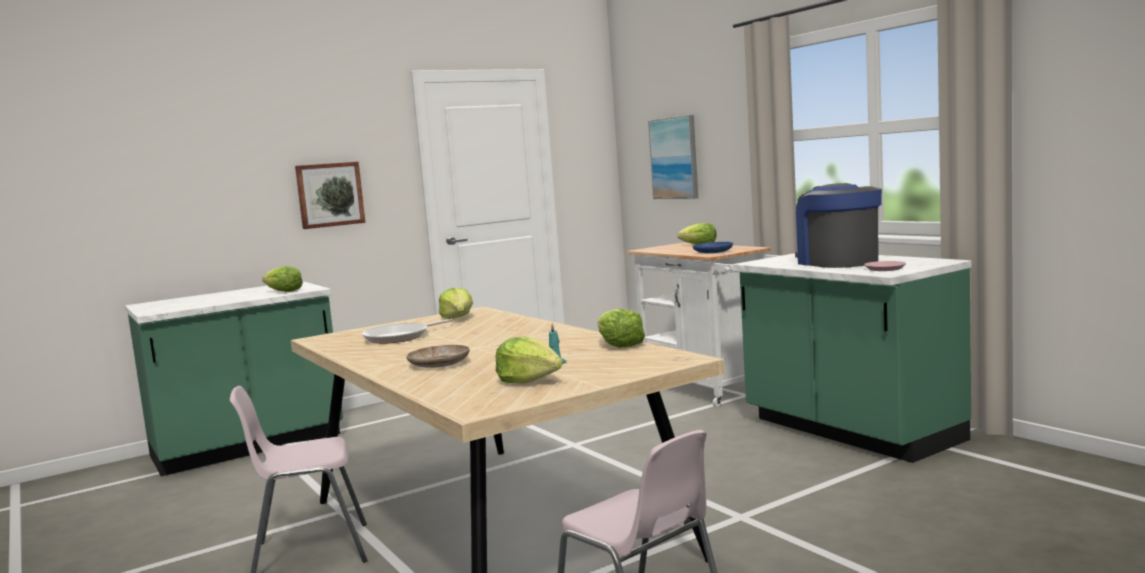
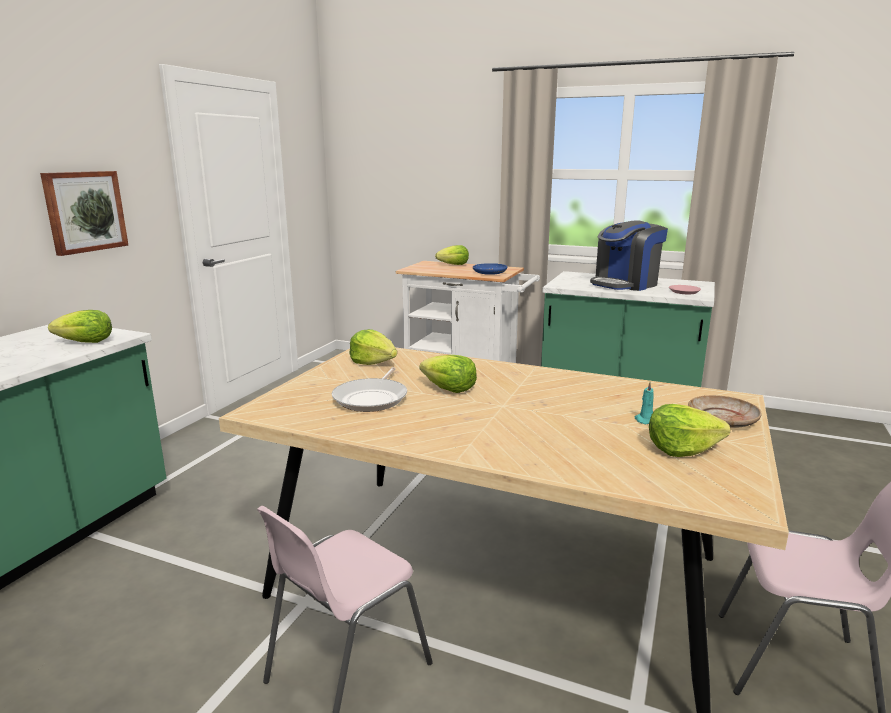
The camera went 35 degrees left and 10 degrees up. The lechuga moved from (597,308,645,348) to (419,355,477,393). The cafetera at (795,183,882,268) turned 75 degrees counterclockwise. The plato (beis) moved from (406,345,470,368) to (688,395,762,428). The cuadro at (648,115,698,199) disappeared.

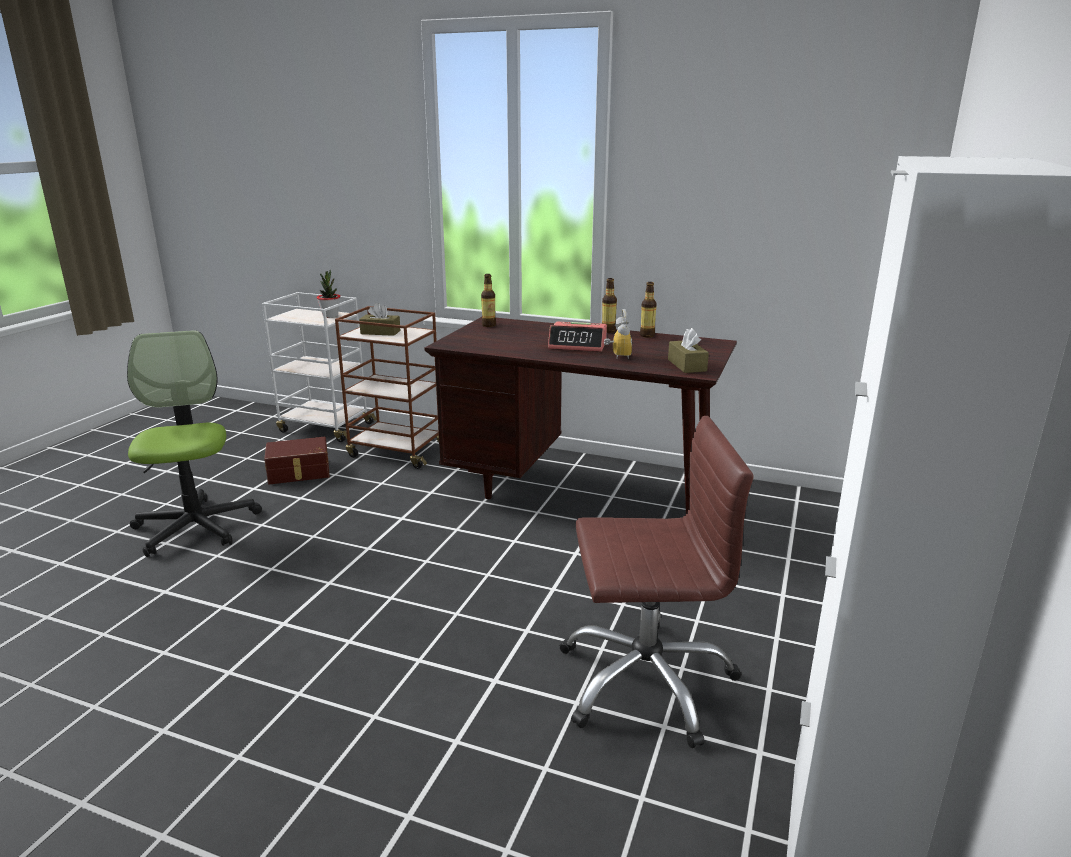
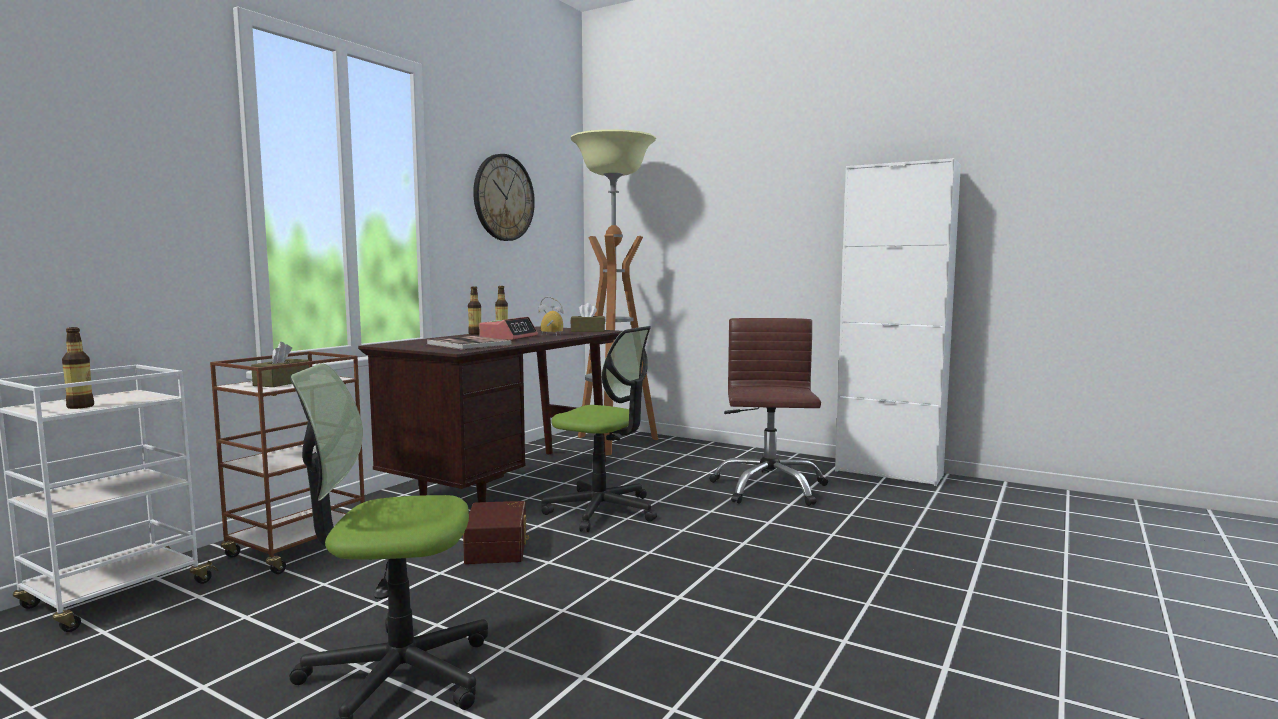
The camera went 80 degrees left and 15 degrees down. The botella moved from (481,274,496,327) to (62,327,94,409). The libro at (427,336,512,350) appeared. The caja de almacenaje (marrón) moved from (264,437,330,484) to (463,501,529,564). The reloj de pared at (473,154,535,241) appeared. The silla de oficina at (541,326,657,532) appeared. The lámpara de pie at (571,129,658,455) appeared. The planta en maceta at (317,270,340,318) disappeared.

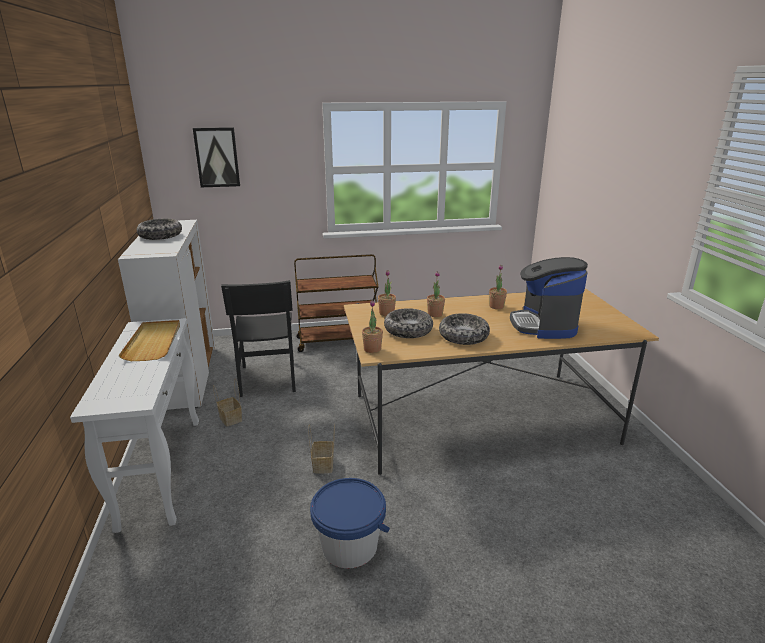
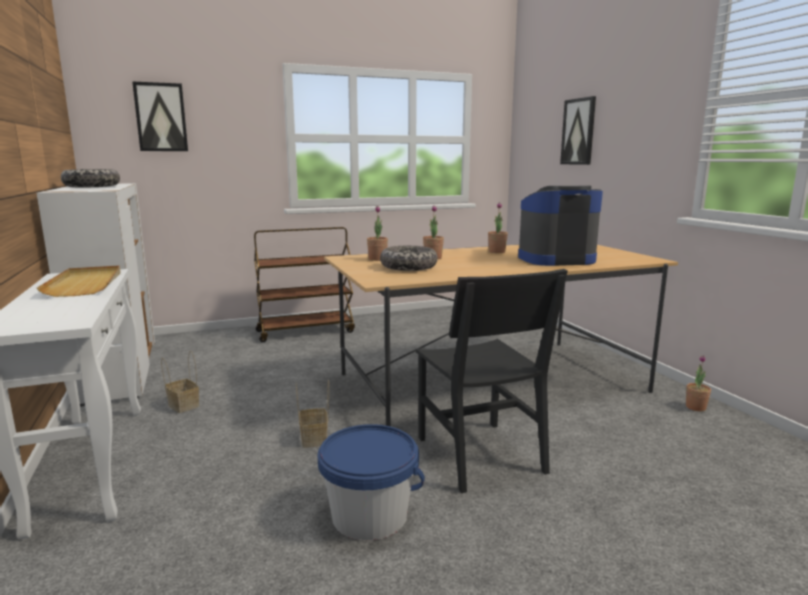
The camera went 10 degrees left and 10 degrees down. The silla (negro) moved from (221,280,296,397) to (416,269,568,493). The cafetera at (510,257,588,339) turned 90 degrees clockwise. The cuadro at (560,96,596,165) appeared. The planta en maceta moved from (362,300,383,353) to (686,355,711,411). The cuenco at (439,313,490,345) disappeared.

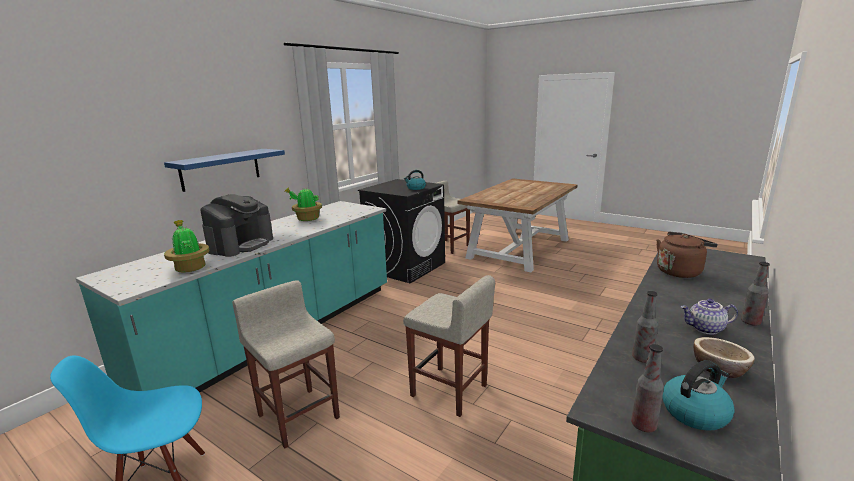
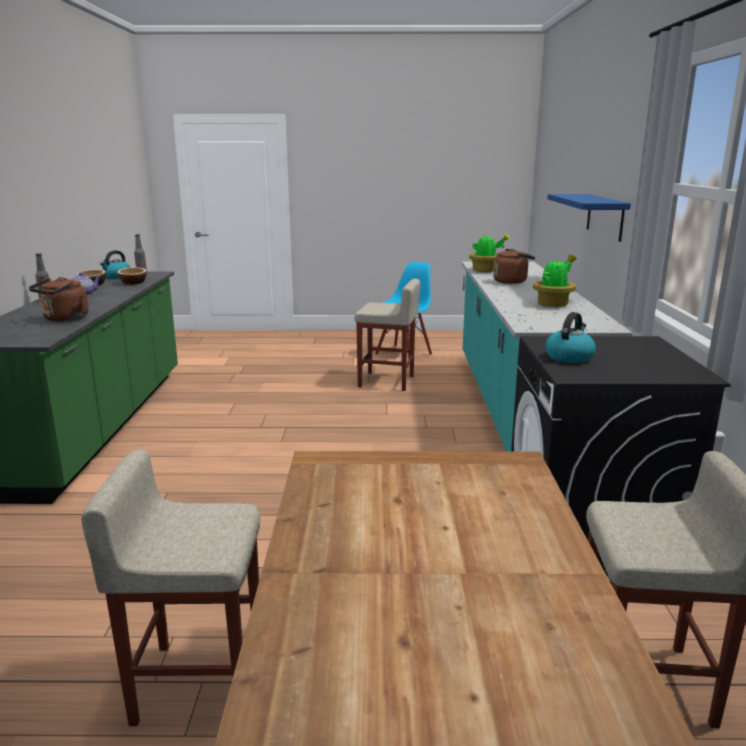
The camera went 145 degrees right and 0 degrees up. The taburete (beis) moved from (403,275,495,417) to (81,450,260,726). The botella at (632,291,658,363) was replaced by the cuenco at (117,267,147,285). The cafetera at (200,194,273,257) was replaced by the hervidor (marrón) at (493,249,535,284).

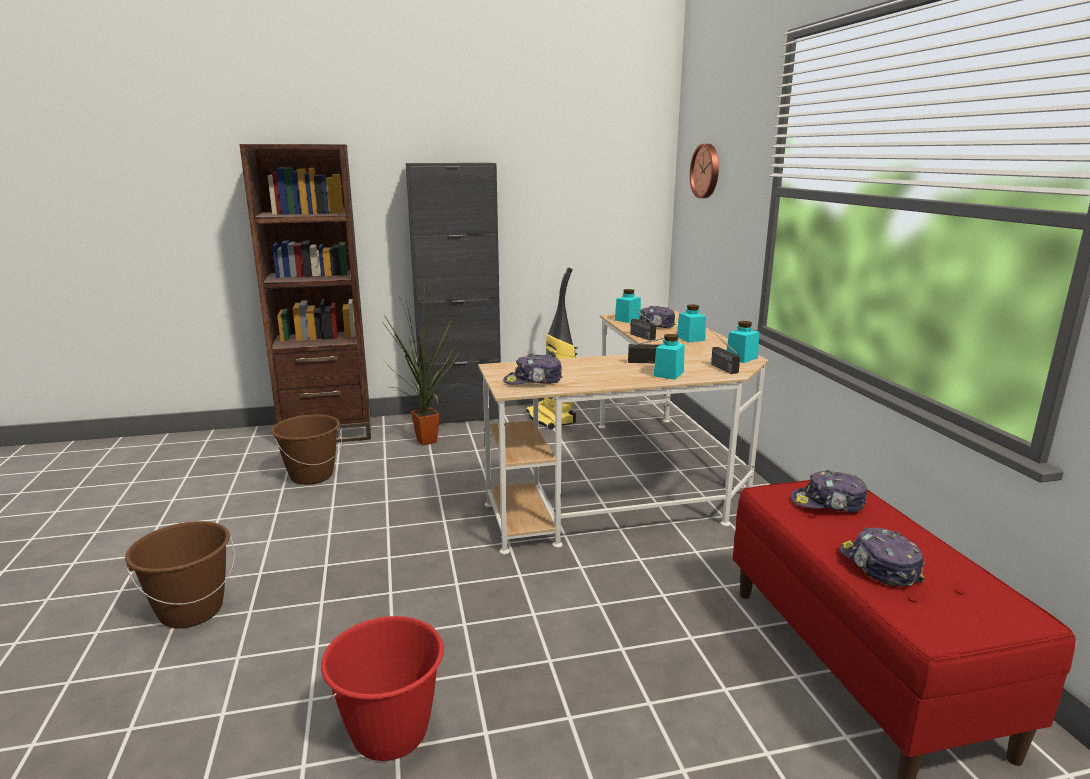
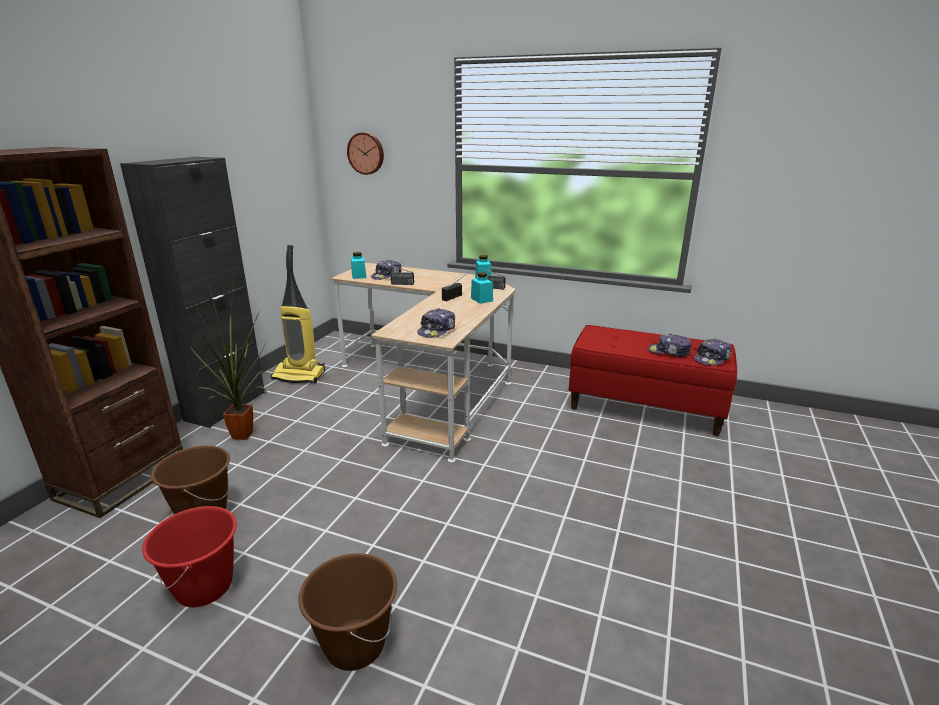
The camera went 55 degrees left and 5 degrees up. The cubo (rojo) moved from (321,616,444,761) to (142,506,237,607). The gorra moved from (791,470,867,512) to (694,338,732,366). The tarro (turquesa) at (677,305,706,342) disappeared.

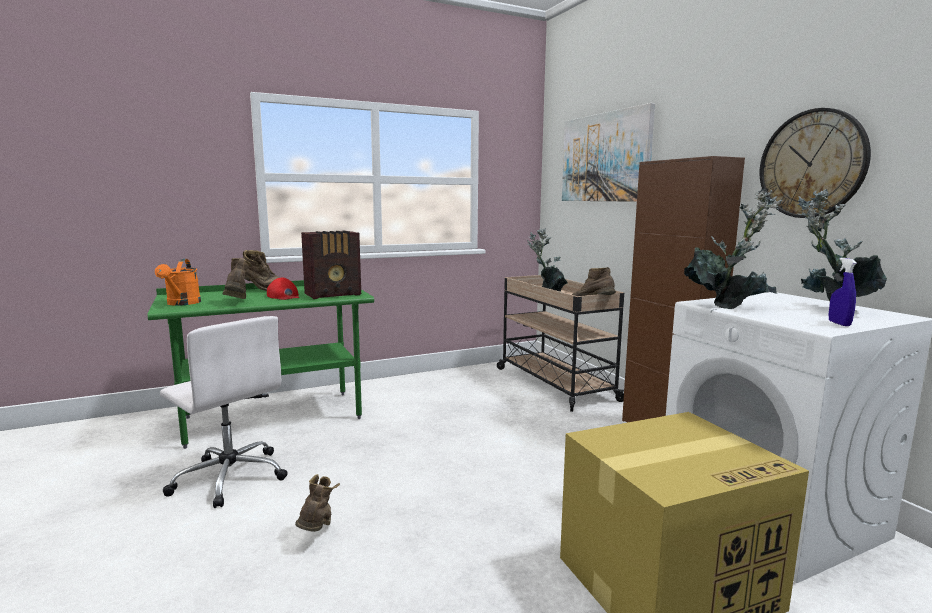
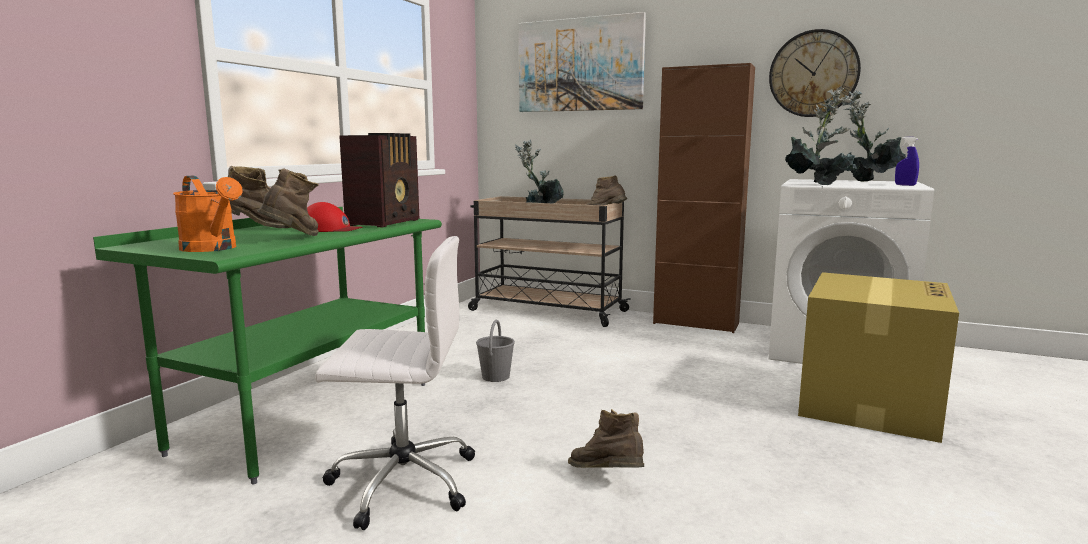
The camera went 40 degrees left and 0 degrees up. The bota (marrón) at (223,258,253,299) turned 75 degrees clockwise. The cubo (gris) at (476,319,515,382) appeared.

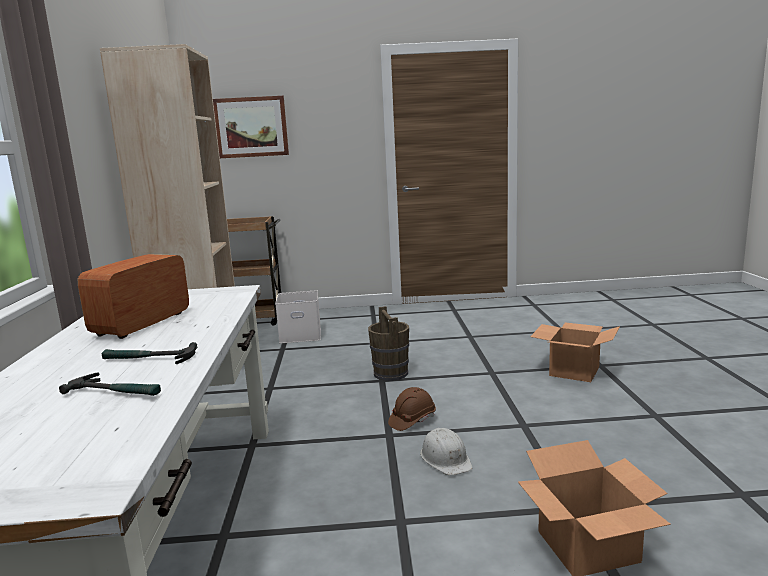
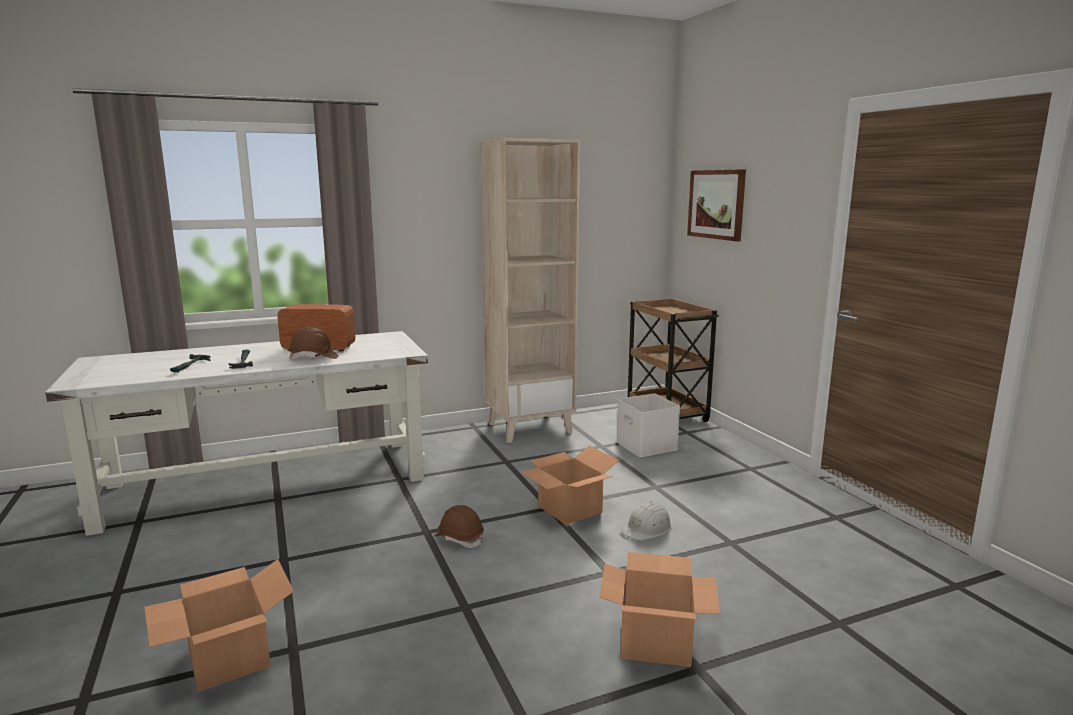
The camera went 70 degrees right and 0 degrees up. The casco (marrón) at (289,327,338,360) appeared. The cubo (marrón) at (368,306,409,381) was replaced by the caja de cartón at (520,445,619,525). The casco (blanco) moved from (420,428,472,475) to (621,501,672,541).

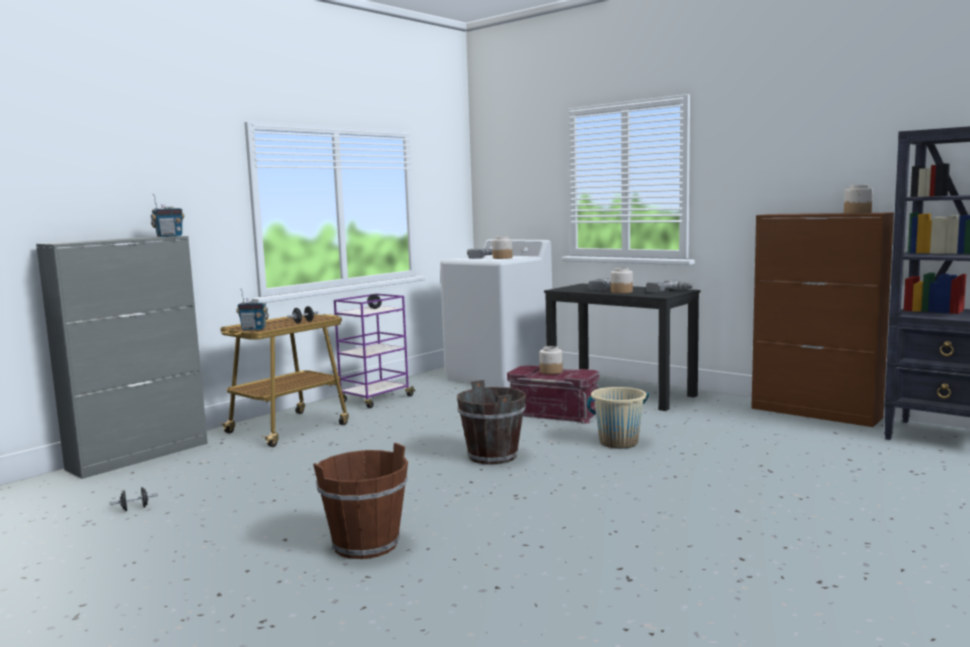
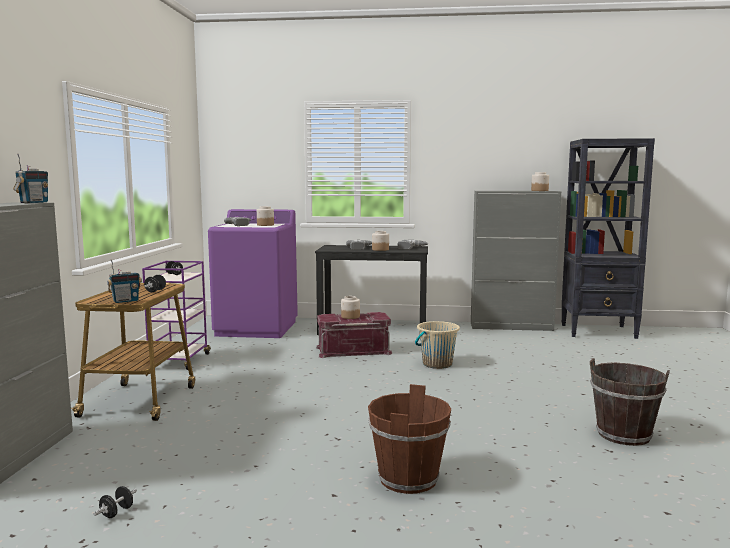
The camera went 35 degrees left and 0 degrees up. The lavadora (blanco) at (440,239,552,388) became the lavadora (morado) at (208,209,298,338). The armario (marrón) at (751,213,894,427) became the armario (gris) at (471,191,561,331). The cubo (marrón) moved from (457,380,526,465) to (590,358,670,446).

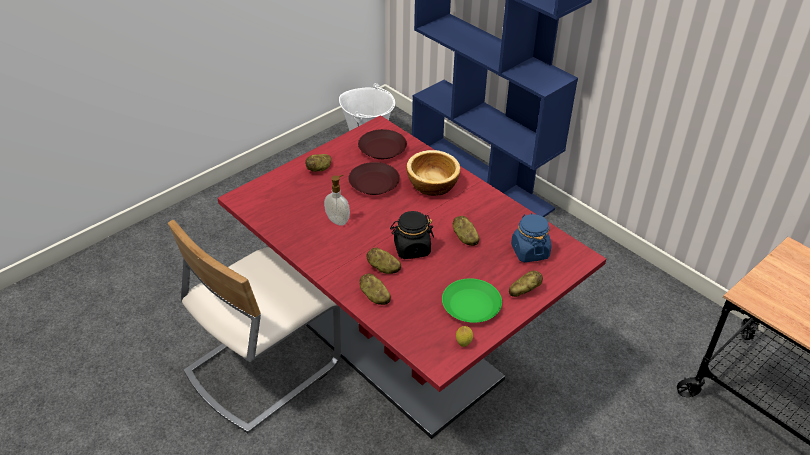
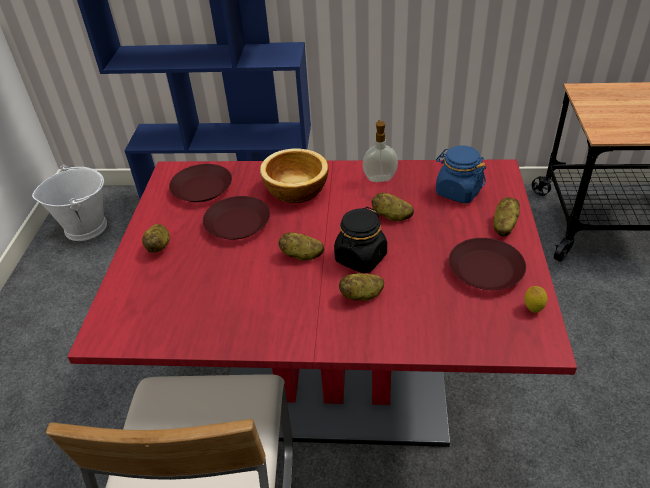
The camera went 40 degrees left and 0 degrees up. The patata moved from (359,273,391,305) to (279,232,324,261). The dispensador de jabón moved from (324,175,350,226) to (362,120,398,182). The plato (verde) at (442,278,502,323) became the plato (marrón) at (449,238,526,290).

